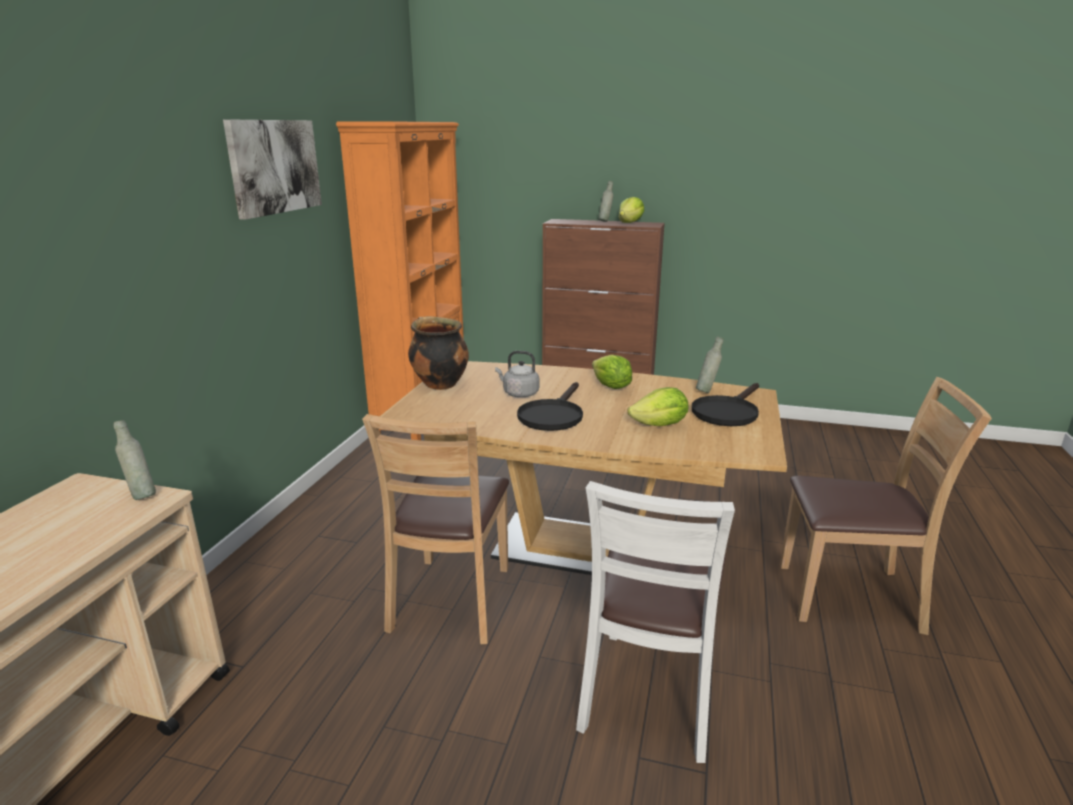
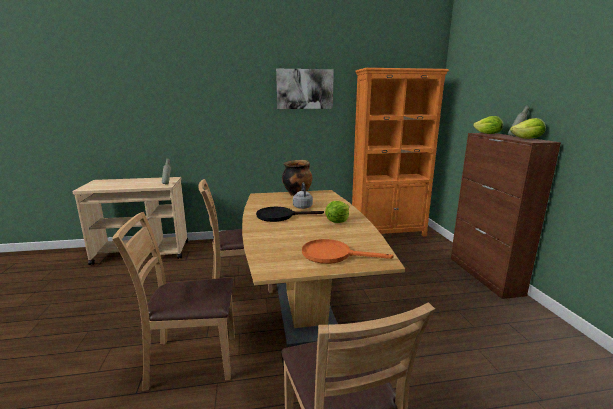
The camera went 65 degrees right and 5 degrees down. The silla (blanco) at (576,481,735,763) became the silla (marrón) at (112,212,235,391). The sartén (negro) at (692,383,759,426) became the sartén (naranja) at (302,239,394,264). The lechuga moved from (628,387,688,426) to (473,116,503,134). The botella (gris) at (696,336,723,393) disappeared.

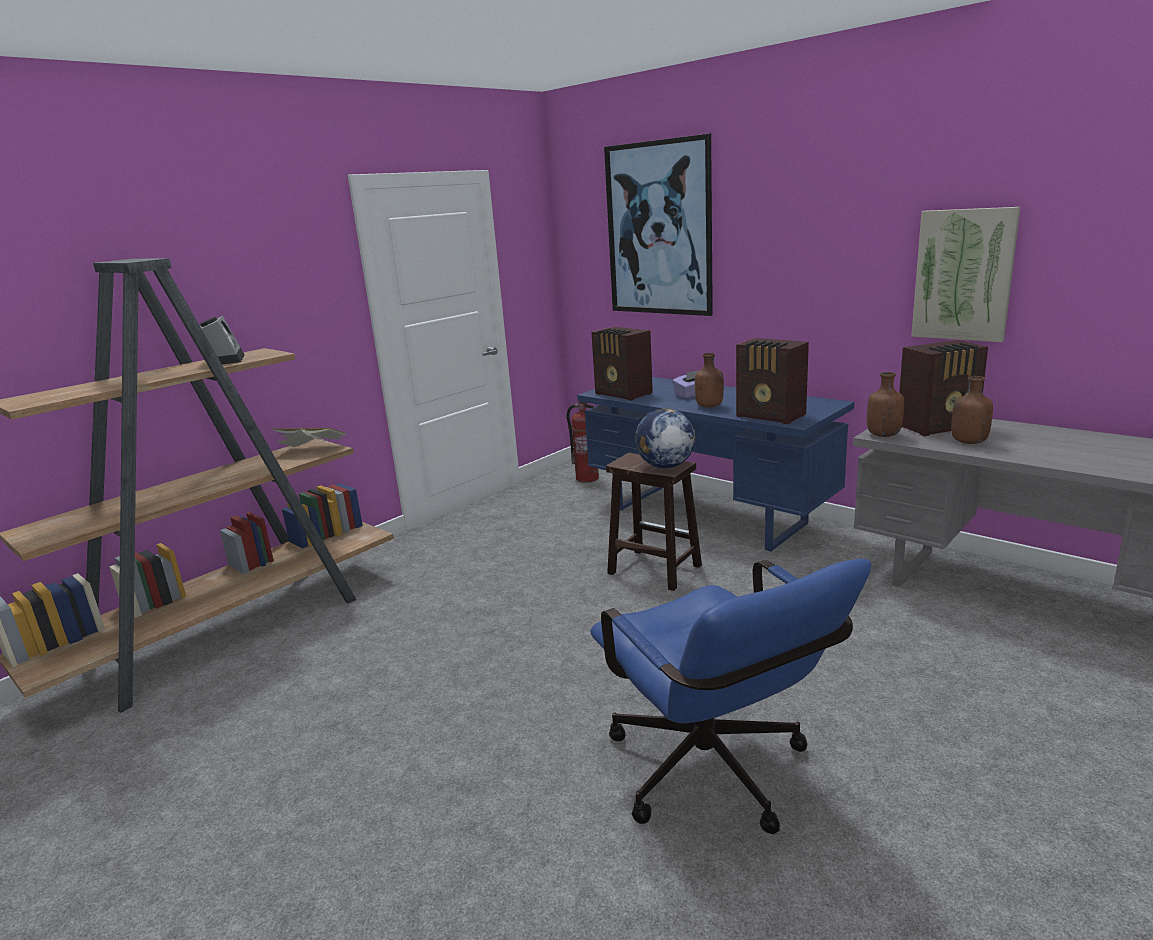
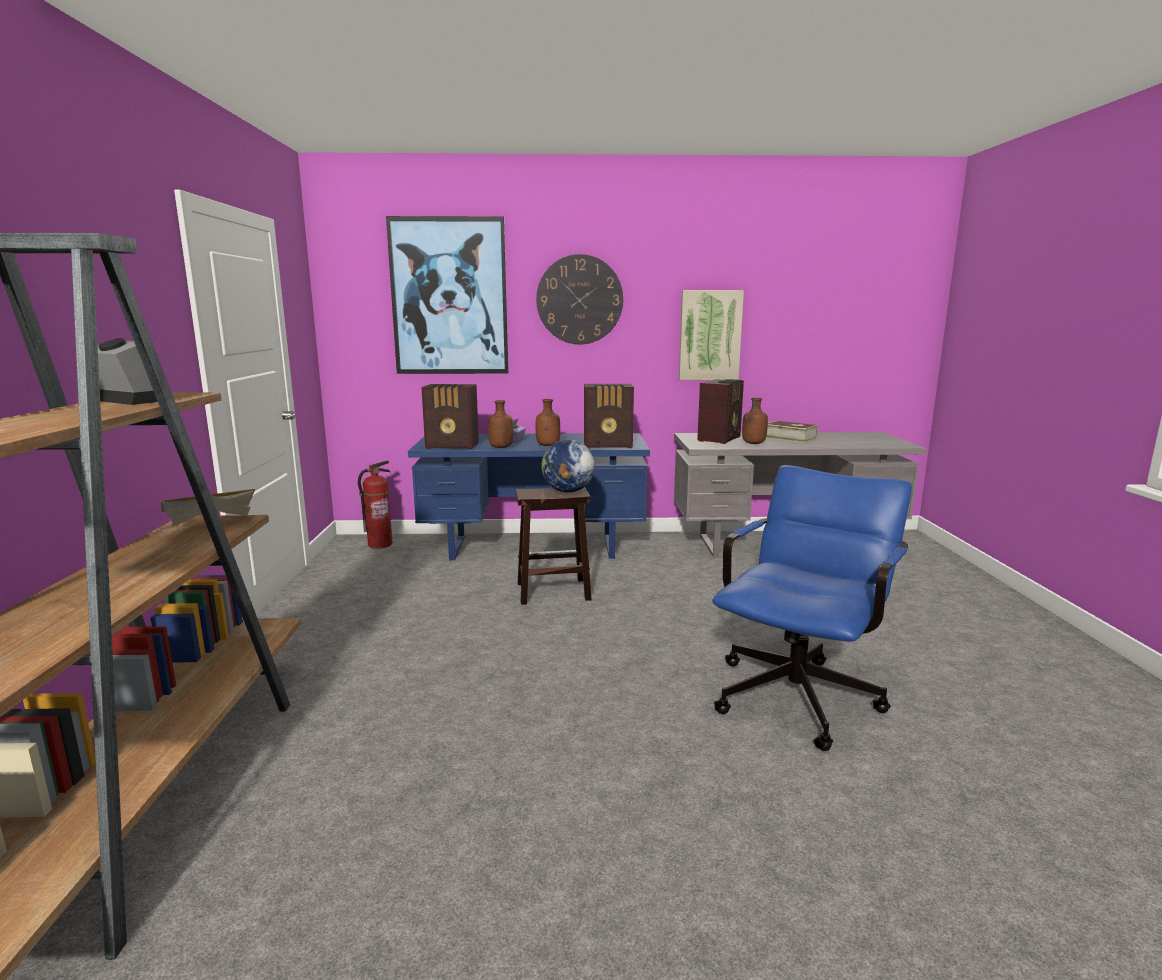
The camera went 45 degrees left and 5 degrees down. The botella (marrón) moved from (867,372,904,437) to (488,400,513,448). The reloj de pared at (536,254,623,344) appeared. The silla de oficina (azul) at (590,559,871,834) turned 75 degrees counterclockwise. The libro at (766,421,818,443) appeared.

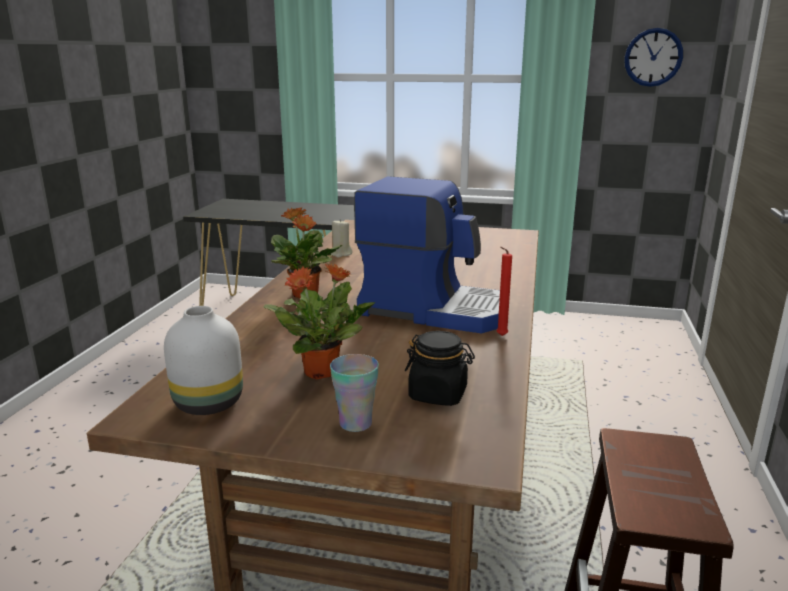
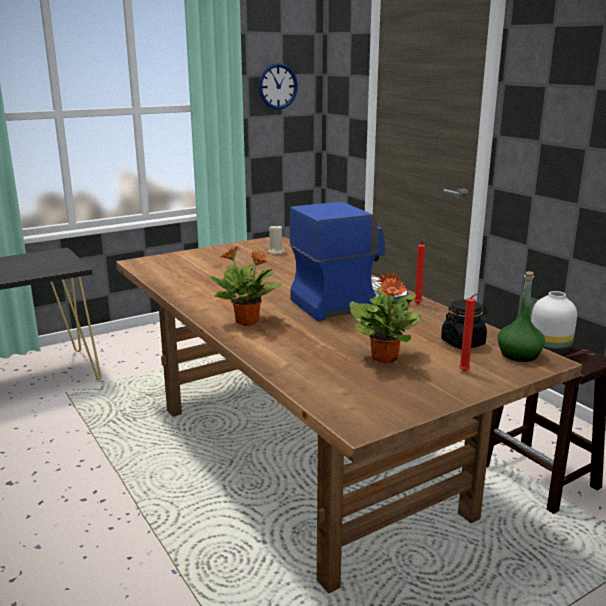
The camera went 45 degrees left and 0 degrees up. The vela (beis) moved from (331,219,352,258) to (268,226,285,254). The taza at (330,354,379,432) was replaced by the vela (rojo) at (459,293,480,371). The botella (verde) at (498,271,545,362) appeared. The florero (blanco) moved from (164,306,243,415) to (531,291,577,354).

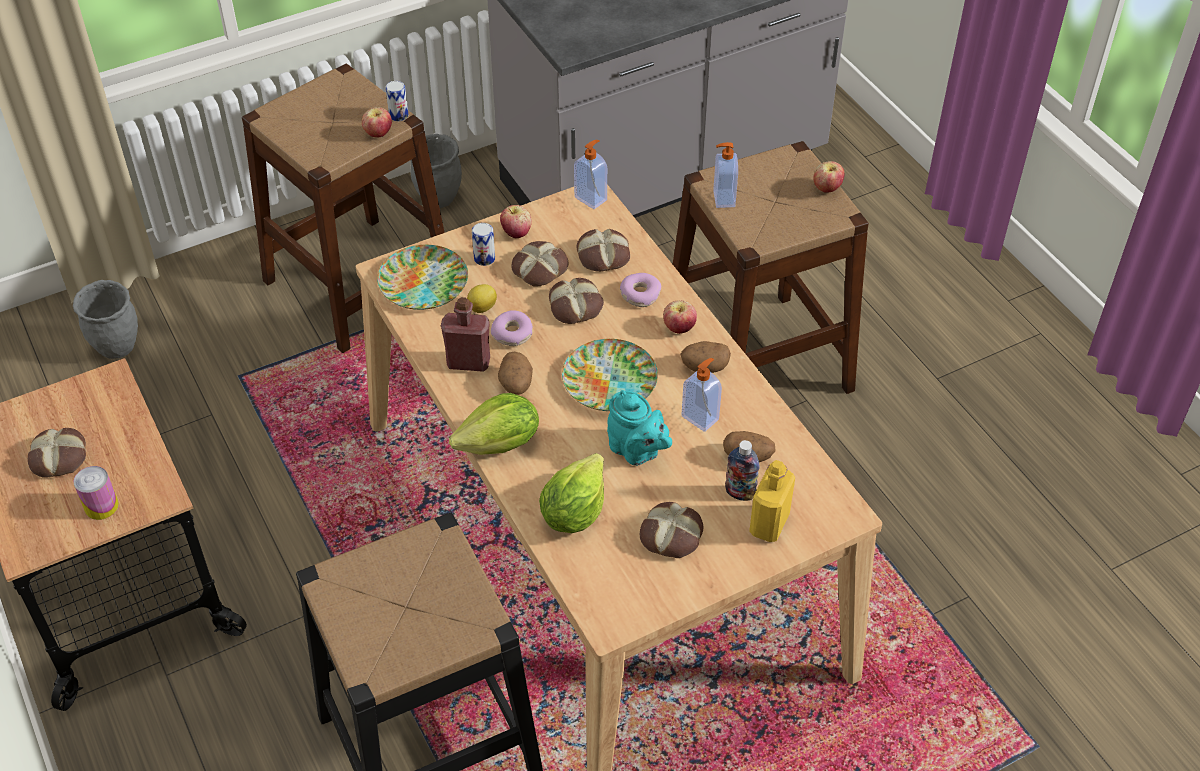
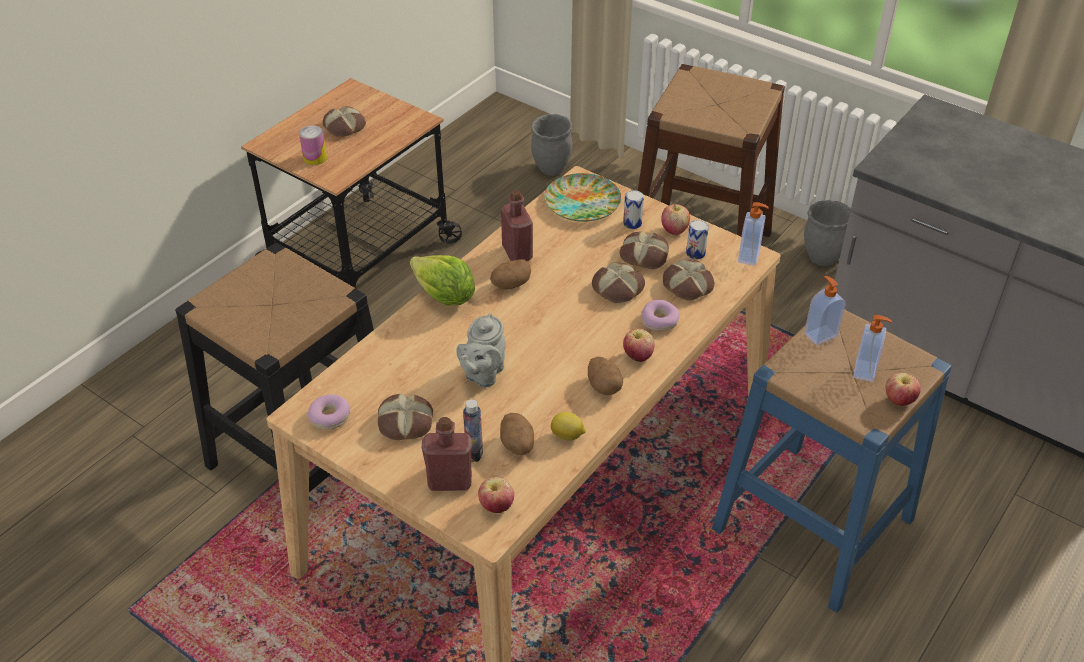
The camera went 65 degrees right and 5 degrees down. The rosquilla moved from (491,310,533,346) to (308,394,350,430). The botella (amarillo) at (749,460,795,542) became the botella (rojo) at (422,417,472,491). The tetera (turquesa) at (607,390,672,466) became the tetera (gris) at (456,313,506,388). The manzana moved from (362,107,392,137) to (478,477,514,513). The limón moved from (467,284,497,313) to (551,412,586,440). The lata moved from (385,81,409,121) to (686,220,709,259). The taburete (marrón) at (673,141,869,394) became the taburete (azul) at (712,309,952,613). The dispensador de jabón moved from (682,358,722,432) to (853,315,892,382). The lechuga at (539,453,604,533) disappeared. The plato at (562,339,658,411) disappeared.

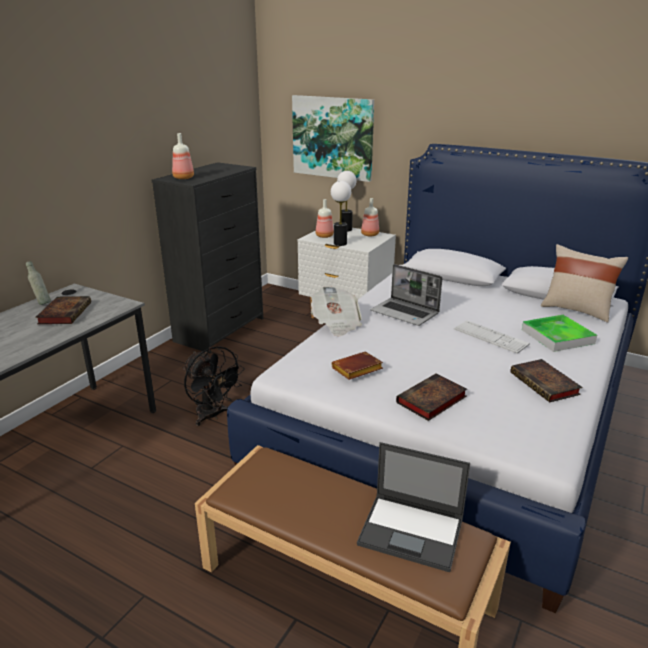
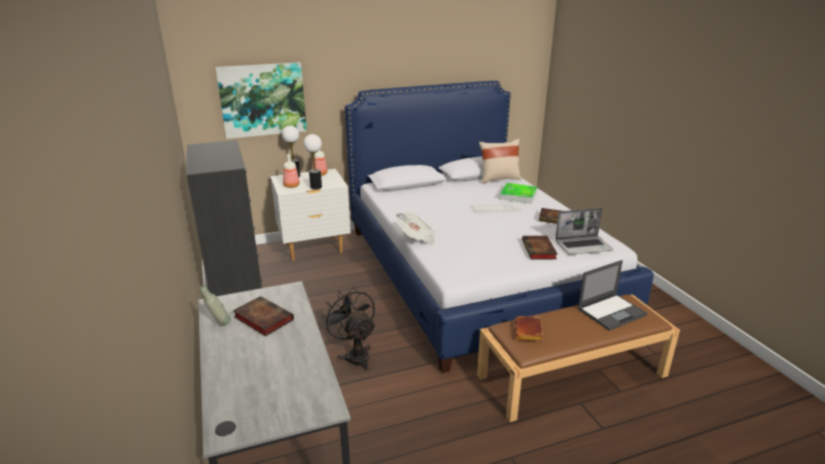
The camera went 50 degrees left and 0 degrees up. The ventilador (negro) at (183,346,245,426) turned 120 degrees counterclockwise. The libro (marrón) moved from (332,351,383,380) to (515,316,543,341). The portátil moved from (371,264,442,326) to (555,208,613,255). The botella at (172,133,194,179) disappeared.

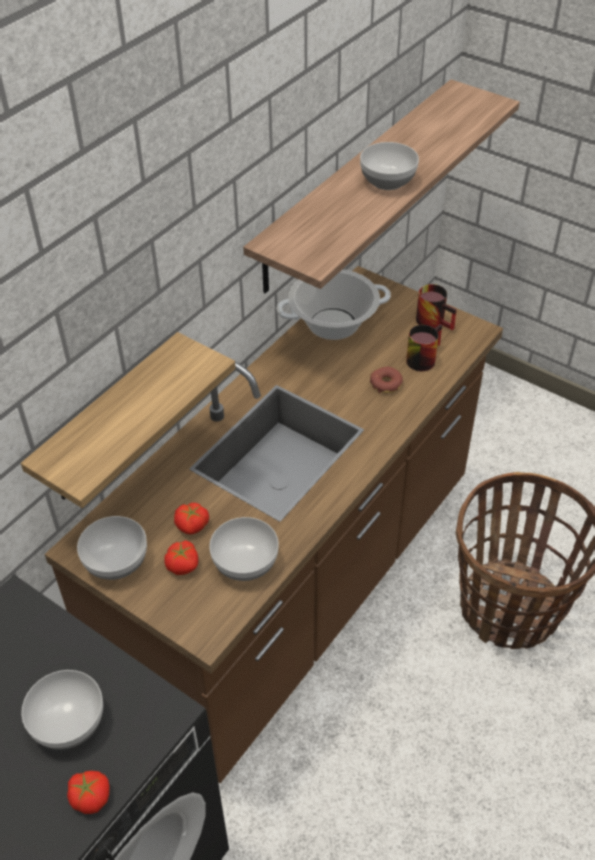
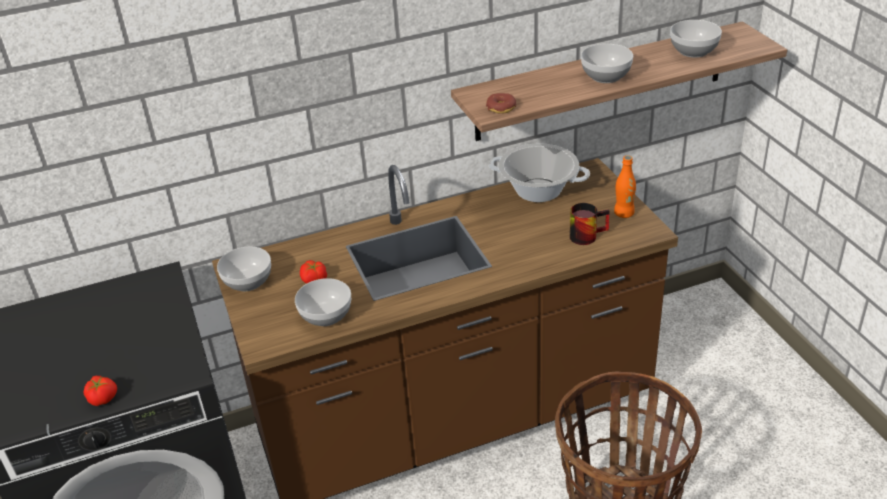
The camera went 35 degrees right and 10 degrees down. The rosquilla moved from (370,367,403,393) to (486,93,516,114). The taza grande at (416,284,457,330) was replaced by the botella (naranja) at (614,155,636,218). The cuenco moved from (21,670,103,750) to (670,20,722,58). The estante at (21,332,236,508) disappeared. The tomate at (164,541,198,575) disappeared.

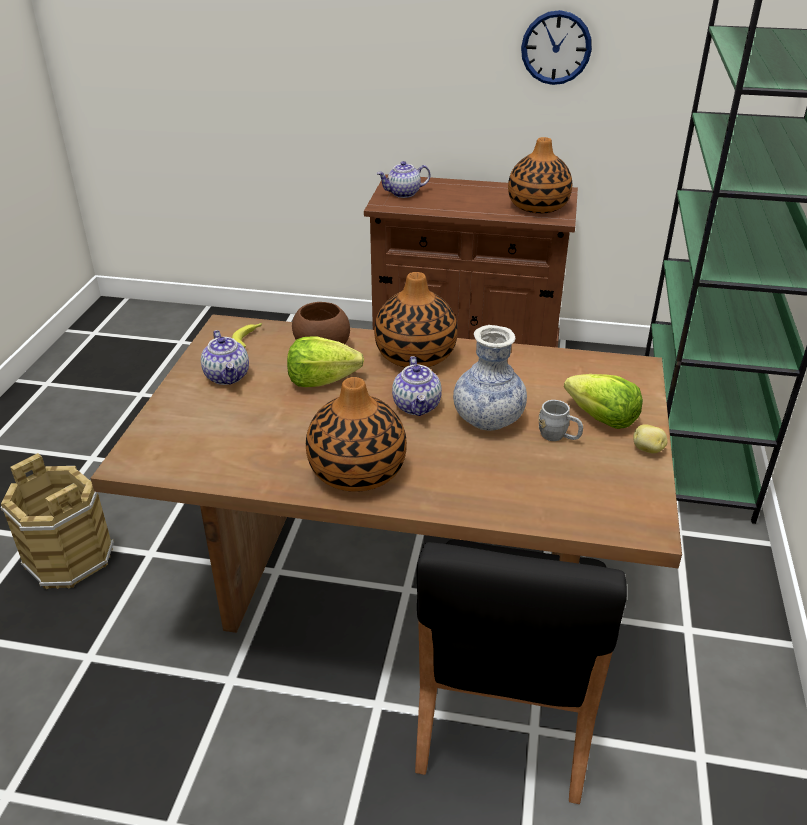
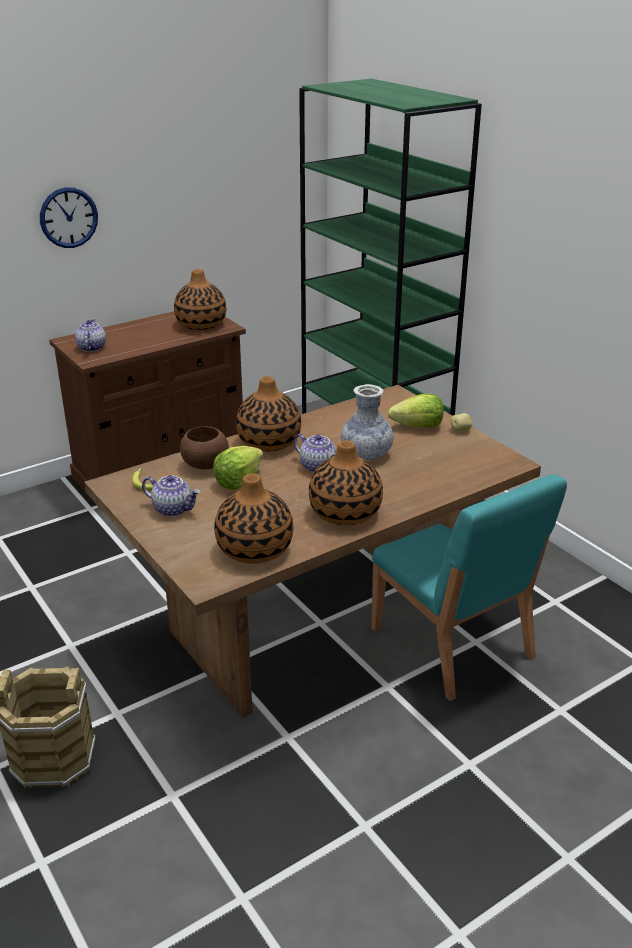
The camera went 45 degrees left and 5 degrees down. The reloj de pared moved from (521,10,592,85) to (40,187,98,248). The tetera at (377,161,430,198) turned 150 degrees clockwise. The florero at (214,473,293,564) appeared. The silla (negro) at (415,539,627,804) became the silla (turquesa) at (371,474,567,701). The taza grande (gris) at (539,400,583,441) disappeared.

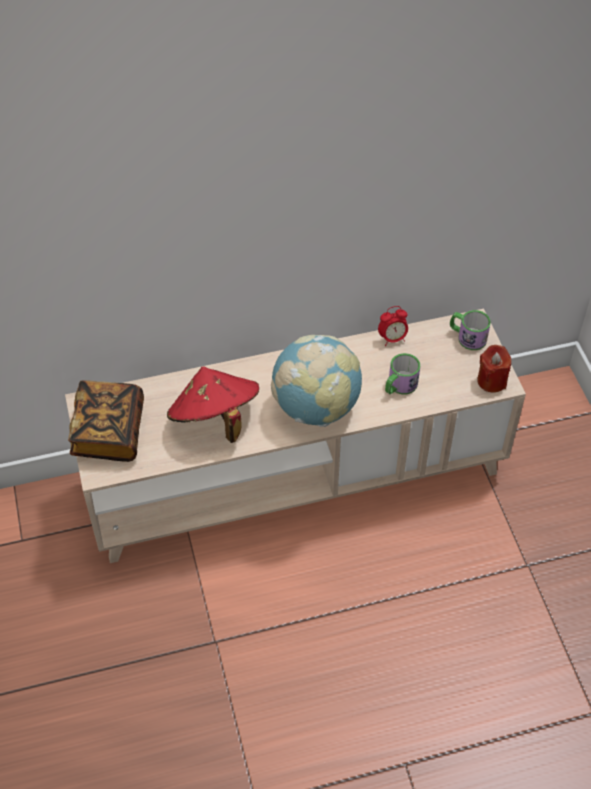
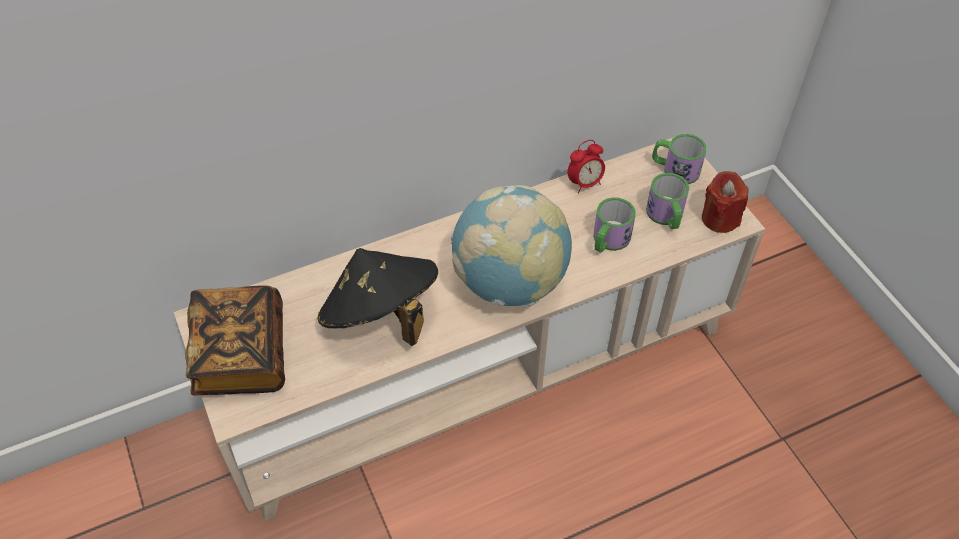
The camera went 10 degrees left and 0 degrees up. The sombrero (rojo) at (167,366,259,443) became the sombrero (negro) at (317,248,438,346). The taza grande at (646,173,689,229) appeared.

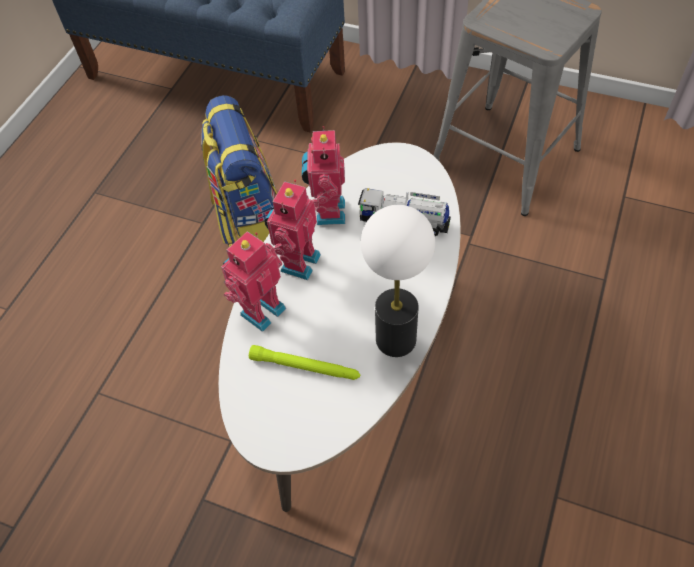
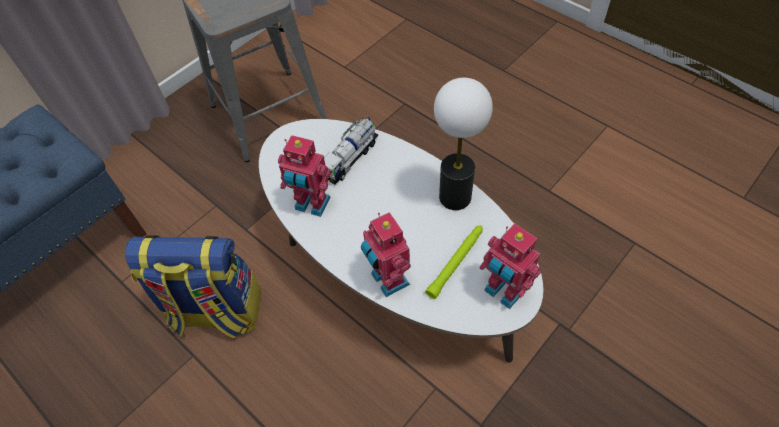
The camera went 70 degrees left and 0 degrees up. The robot de juguete moved from (264,180,321,280) to (480,223,542,309).

